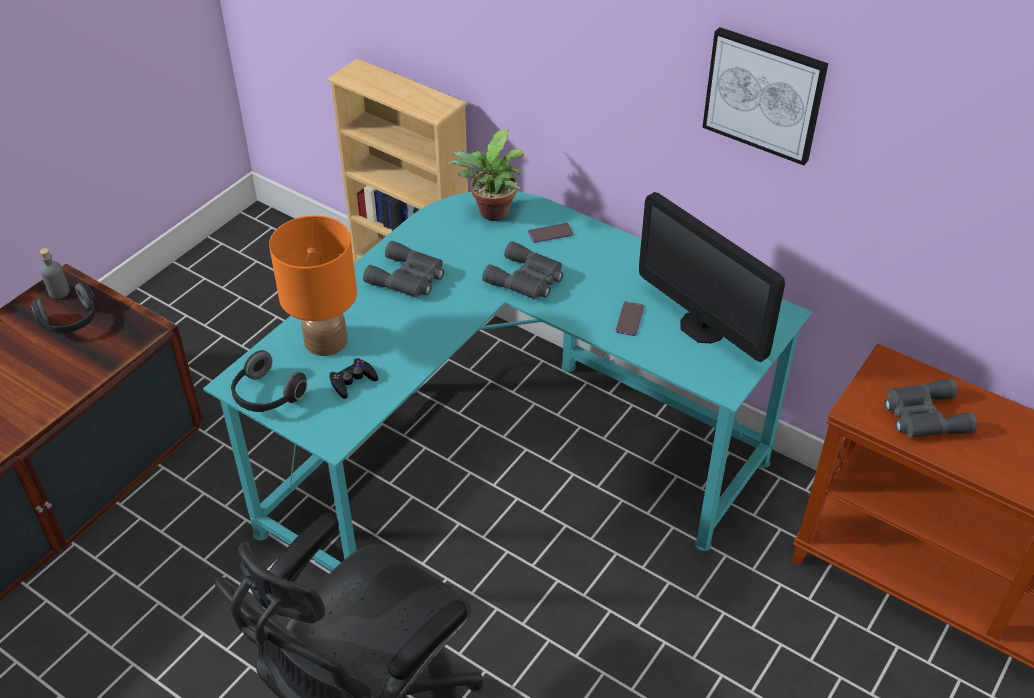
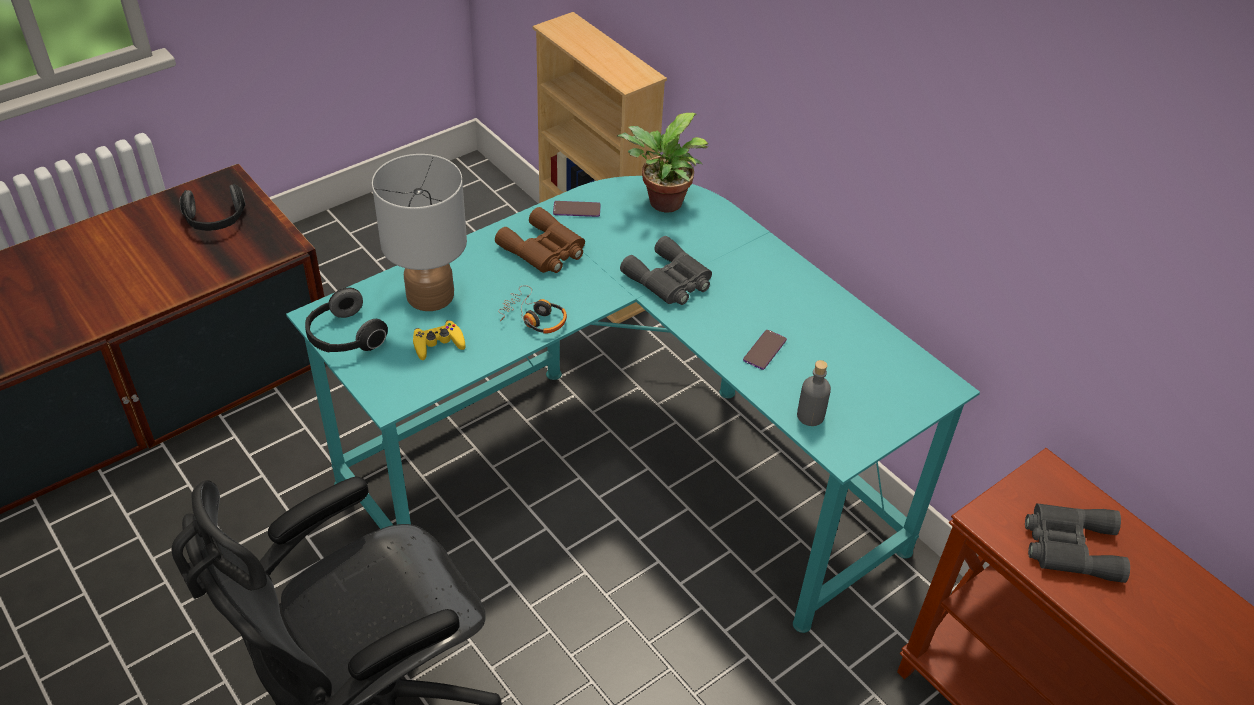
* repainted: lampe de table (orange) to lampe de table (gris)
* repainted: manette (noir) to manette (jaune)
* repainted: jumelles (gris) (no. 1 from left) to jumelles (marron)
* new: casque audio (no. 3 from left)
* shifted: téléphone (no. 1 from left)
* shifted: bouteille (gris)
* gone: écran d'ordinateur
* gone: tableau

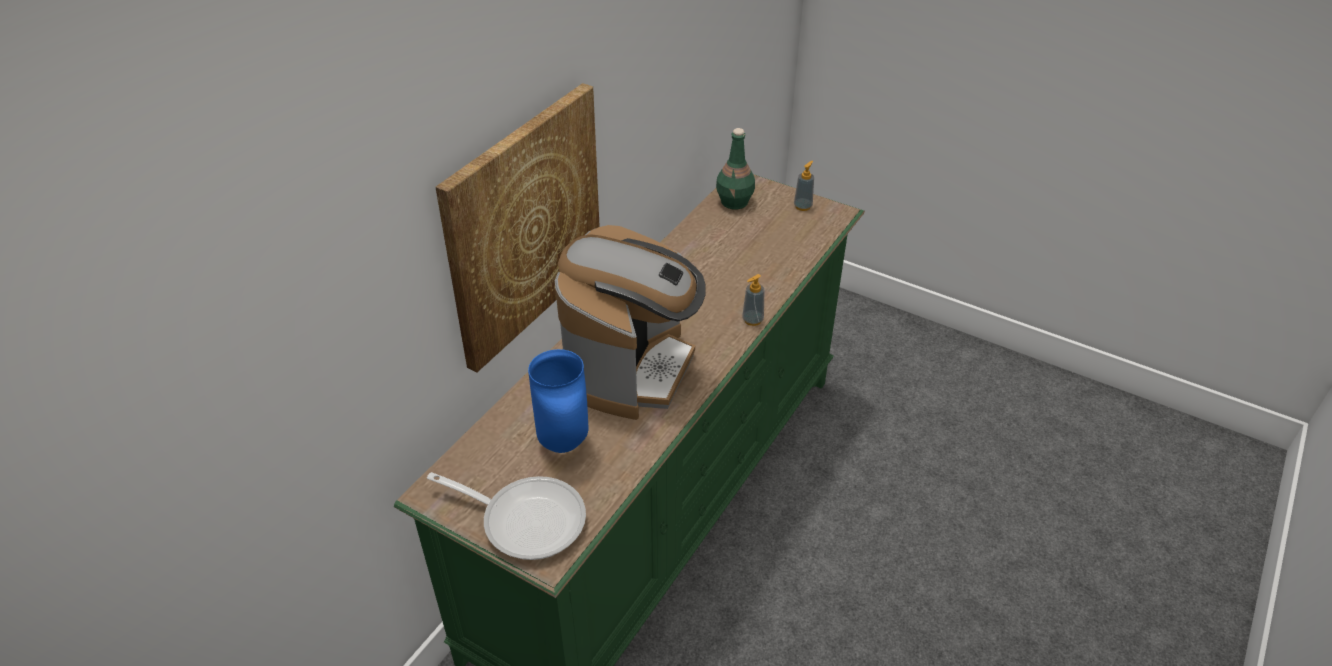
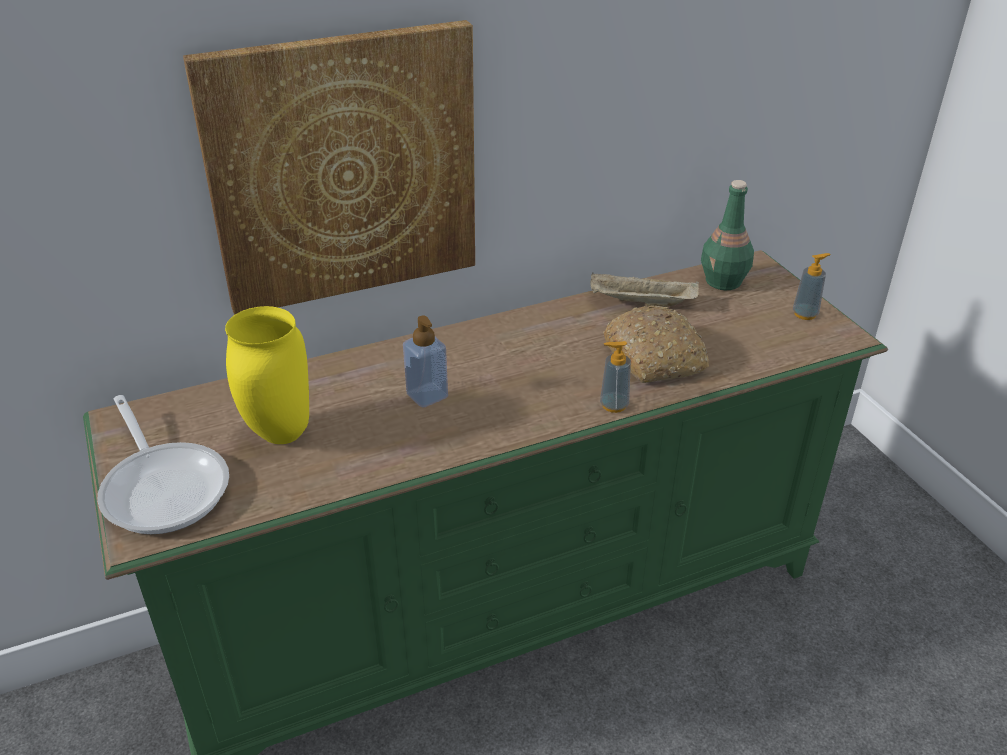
* repainted: vase (bleu) to vase (jaune)
* swapped: machine à café to distributeur de savon (no. 1 from left)
* new: plateau (beige)
* new: pain

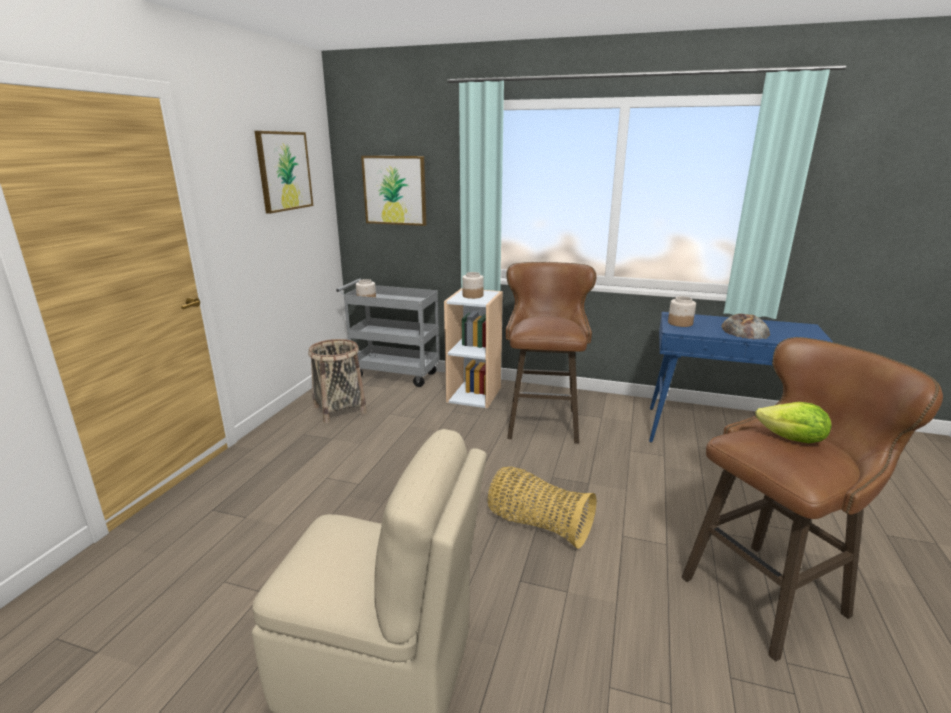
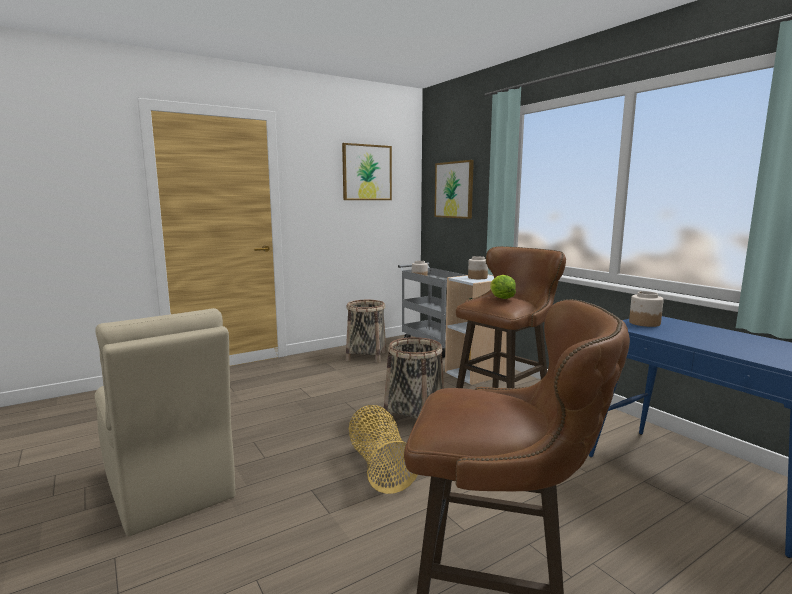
* new: panier (no. 3 from left)
* shifted: laitue
* gone: pain

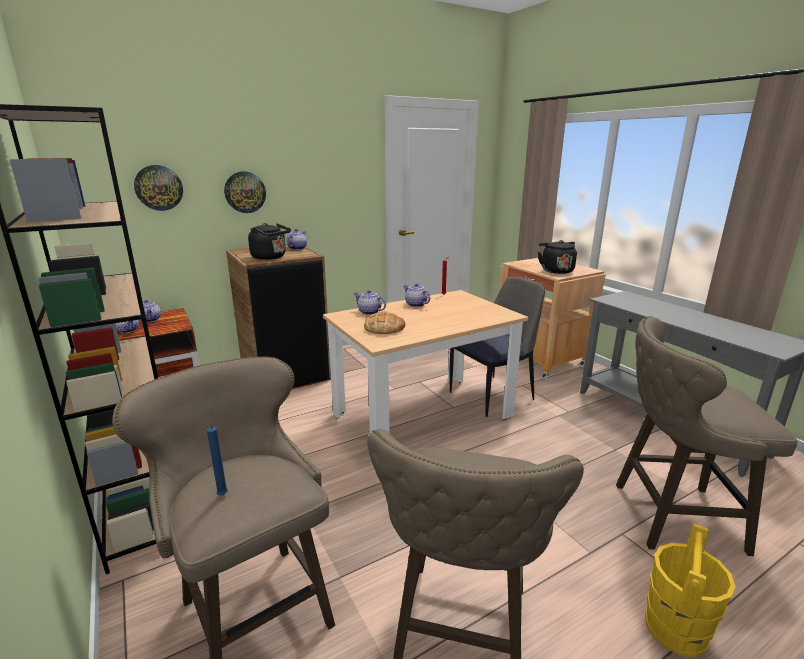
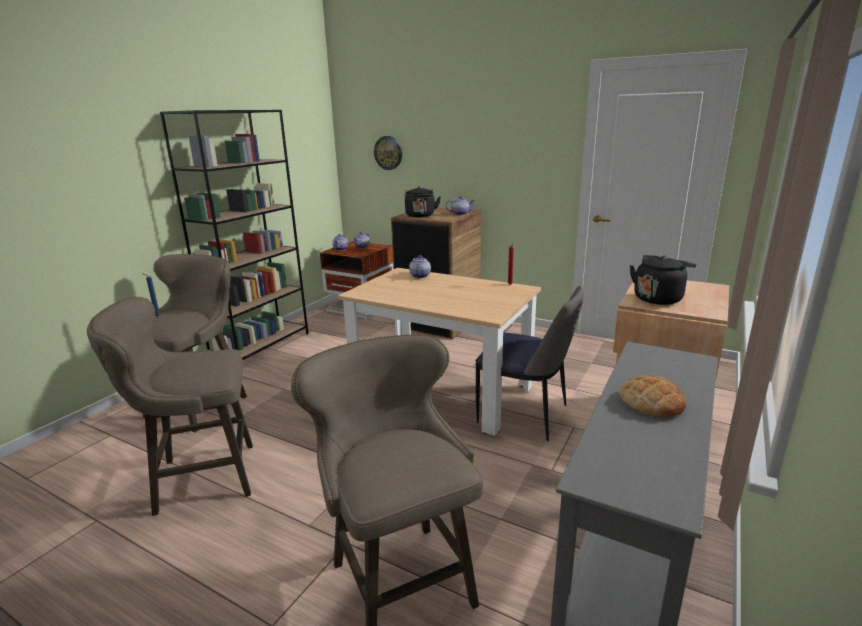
* shifted: pain
* gone: horloge murale (no. 2 from left)
* gone: théière (no. 5 from left)
* gone: seau (jaune)

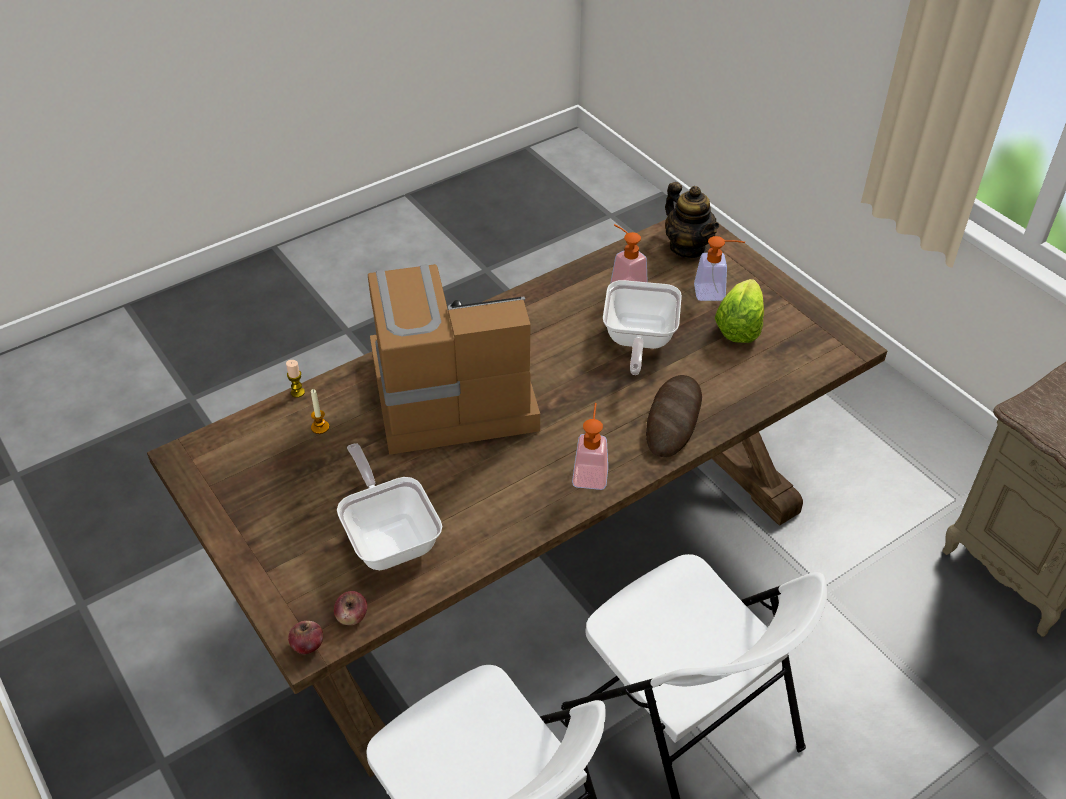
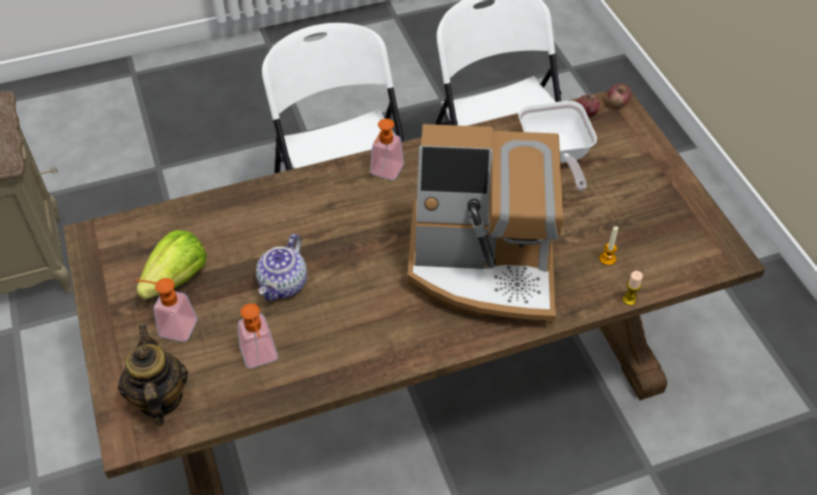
* swapped: poêle (no. 2 from left) to théière (no. 2 from left)
* gone: pain

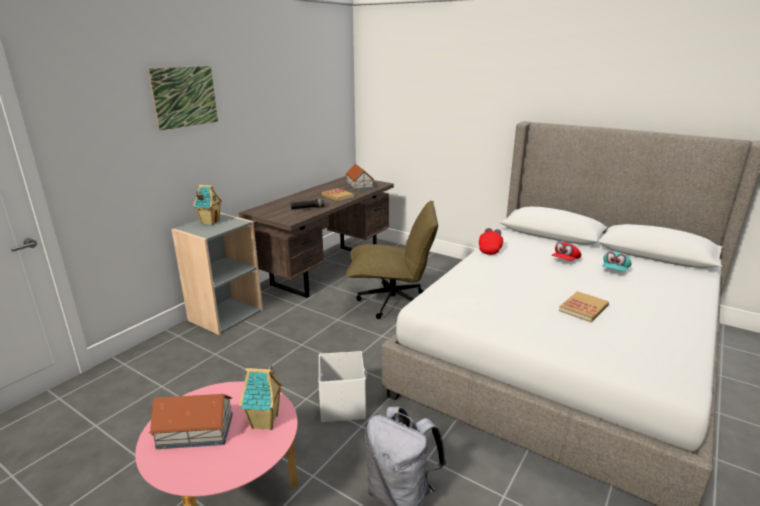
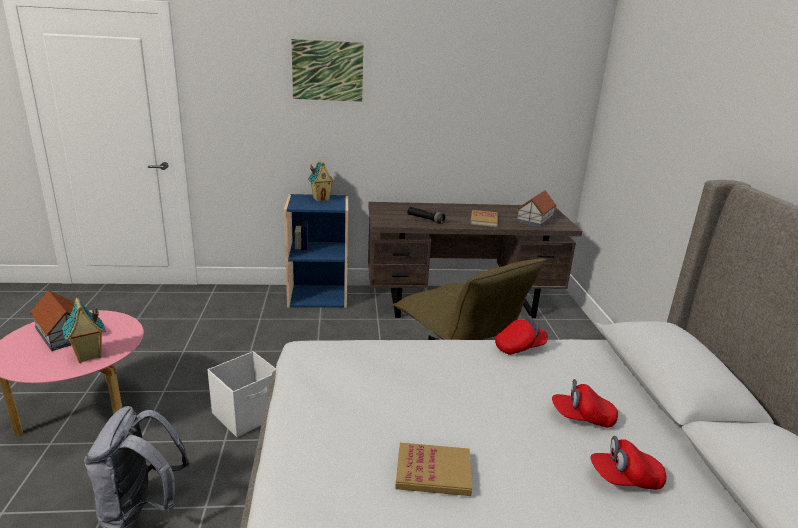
* repainted: bibliothèque (gris) to bibliothèque (bleu)
* repainted: casquette (turquoise) to casquette (rouge) (no. 3 from left)

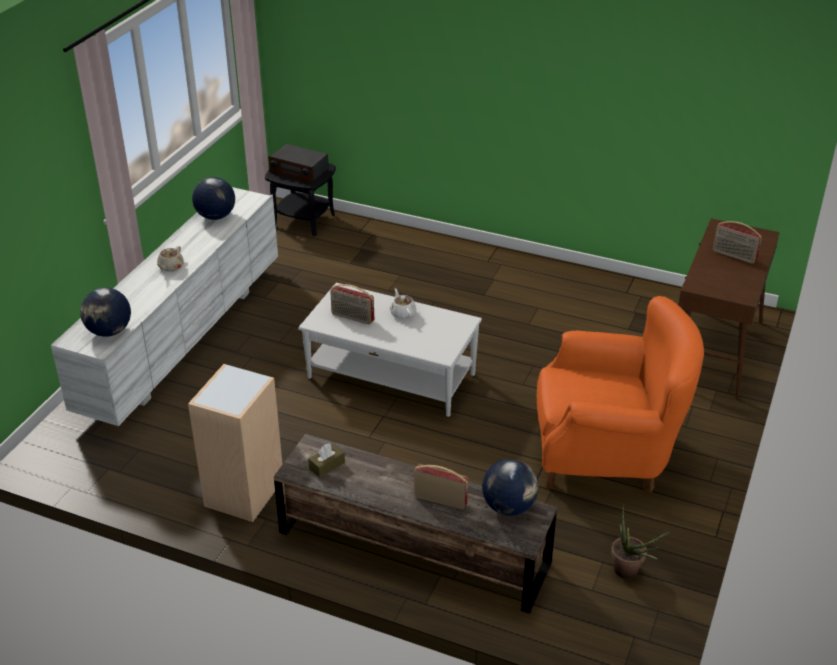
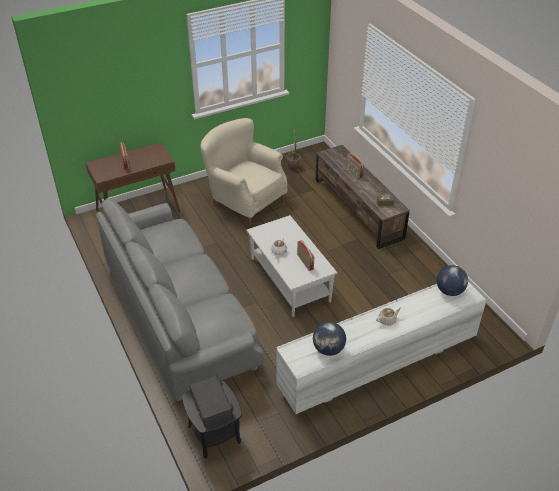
* new: canapé (gris)
* repainted: fauteuil (orange) to fauteuil (beige)
* gone: bibliothèque
* gone: globe (no. 3 from left)

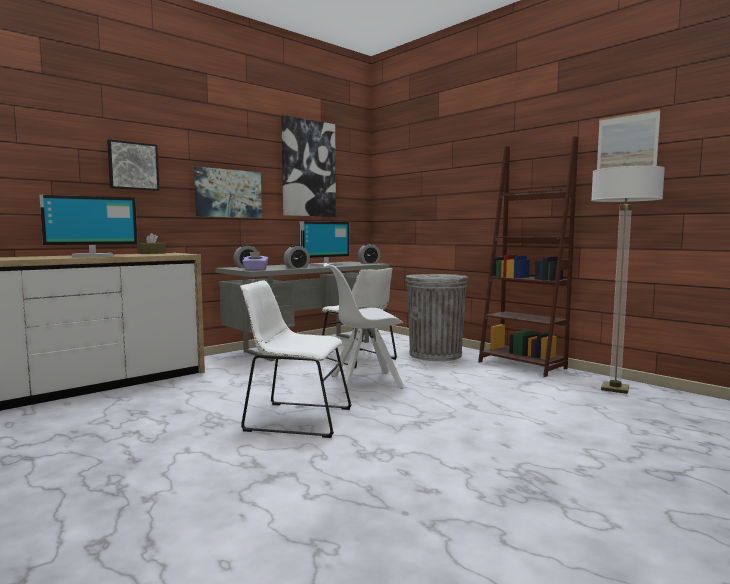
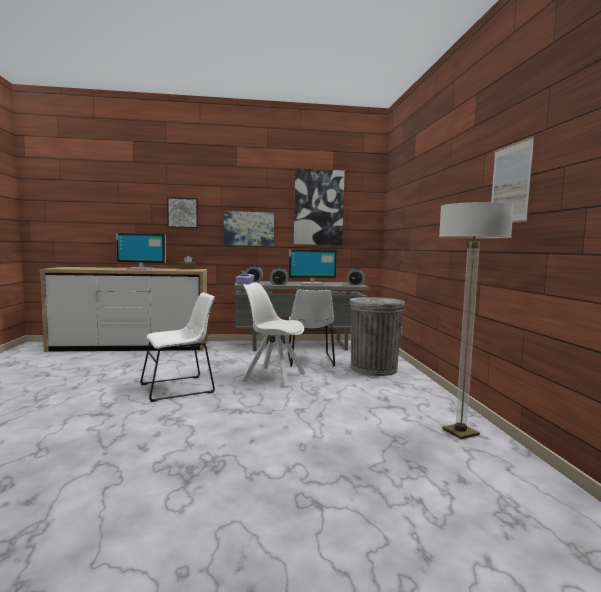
* rotated: chaise (blanc) (no. 1 from left) 105 degrees clockwise
* gone: bibliothèque (marron)

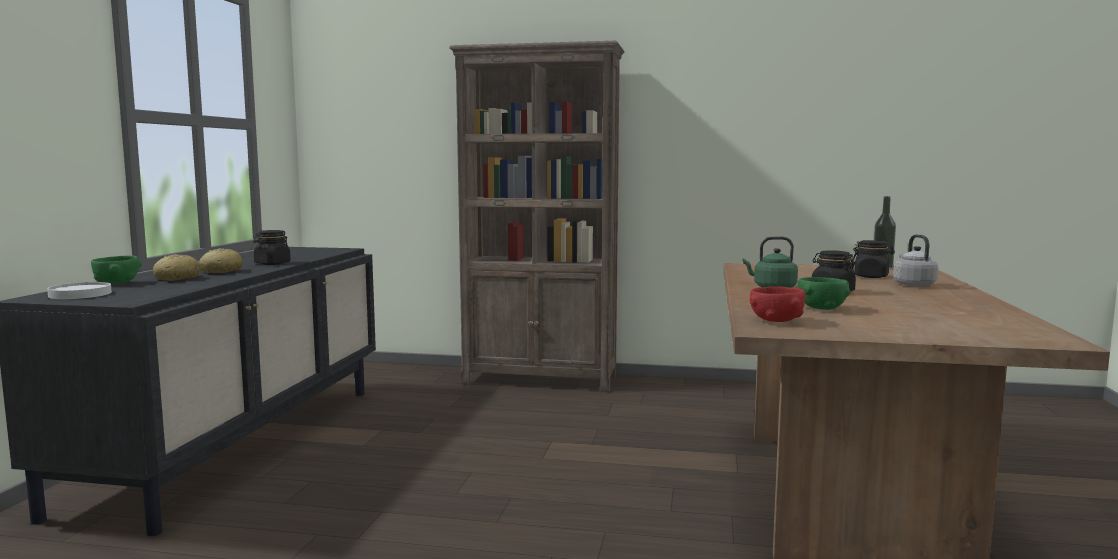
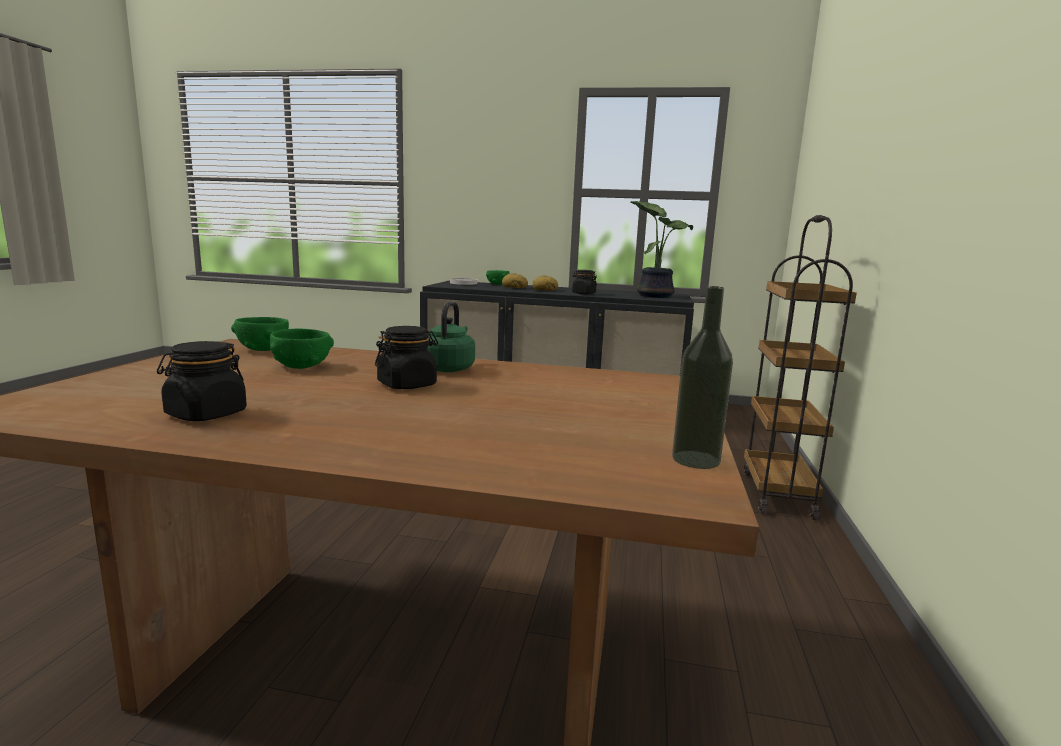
* shifted: bocal (noir) (no. 3 from left in the first image) to bocal (noir) (no. 1 from left)
* repainted: bol (rouge) to bol (vert) (no. 1 from left)
* new: plante en pot
* swapped: bibliothèque (marron) to chariot (marron)
* gone: bouilloire (gris)

